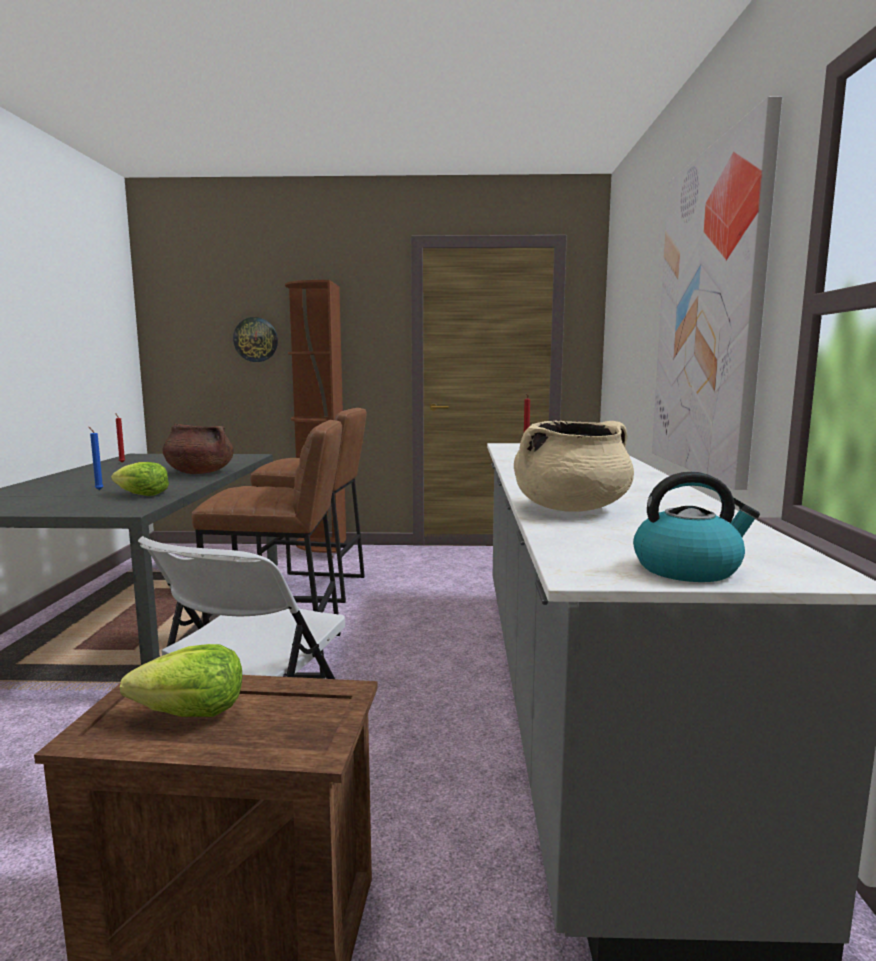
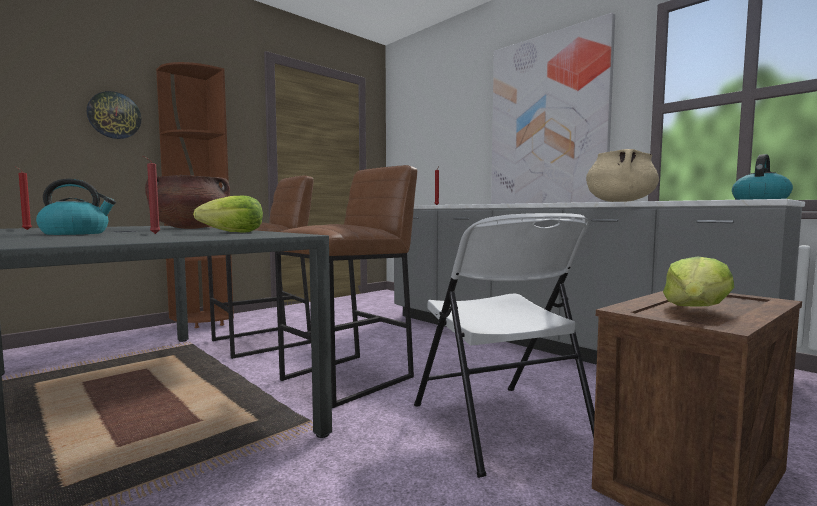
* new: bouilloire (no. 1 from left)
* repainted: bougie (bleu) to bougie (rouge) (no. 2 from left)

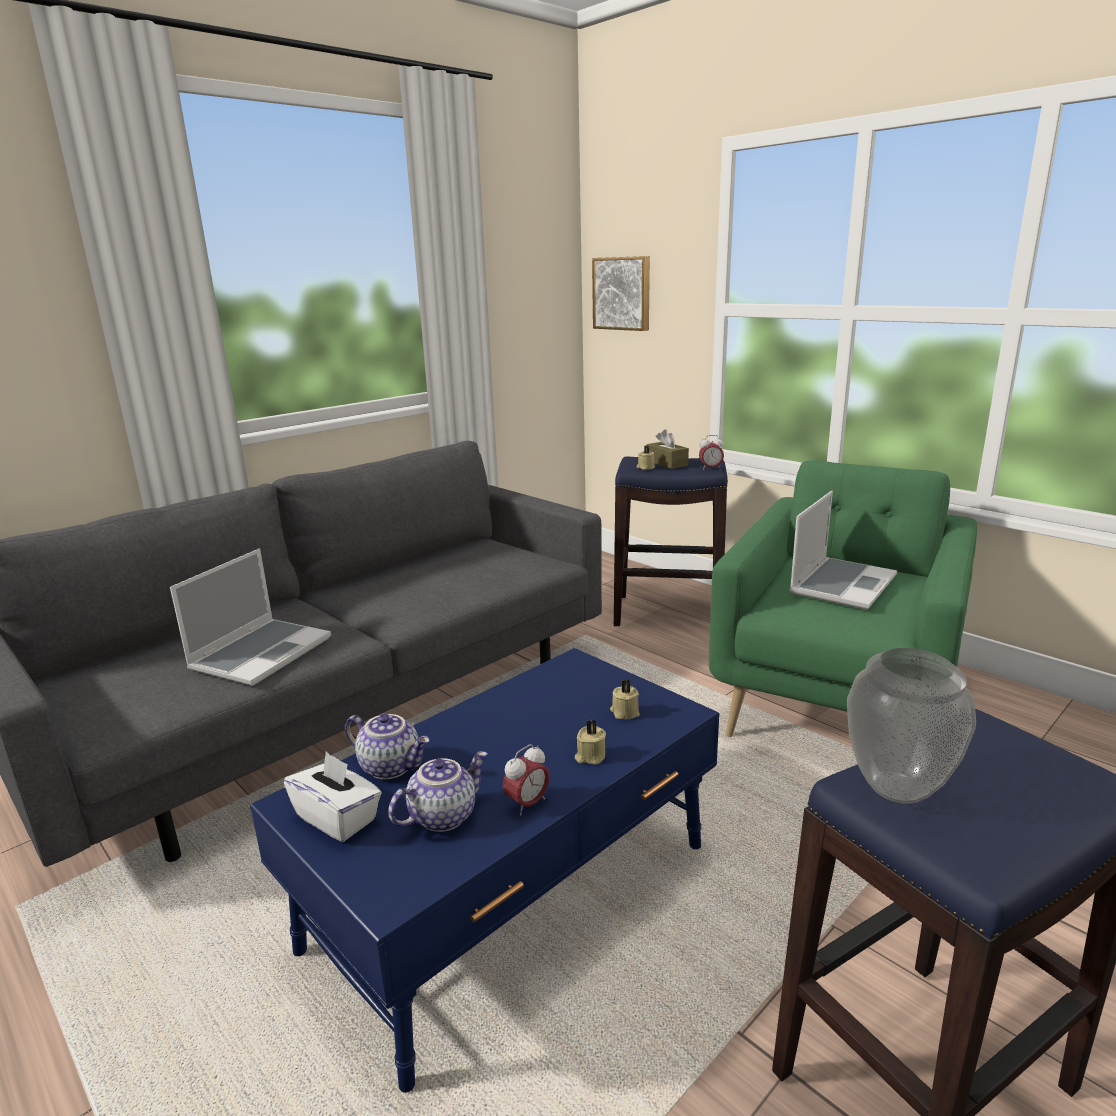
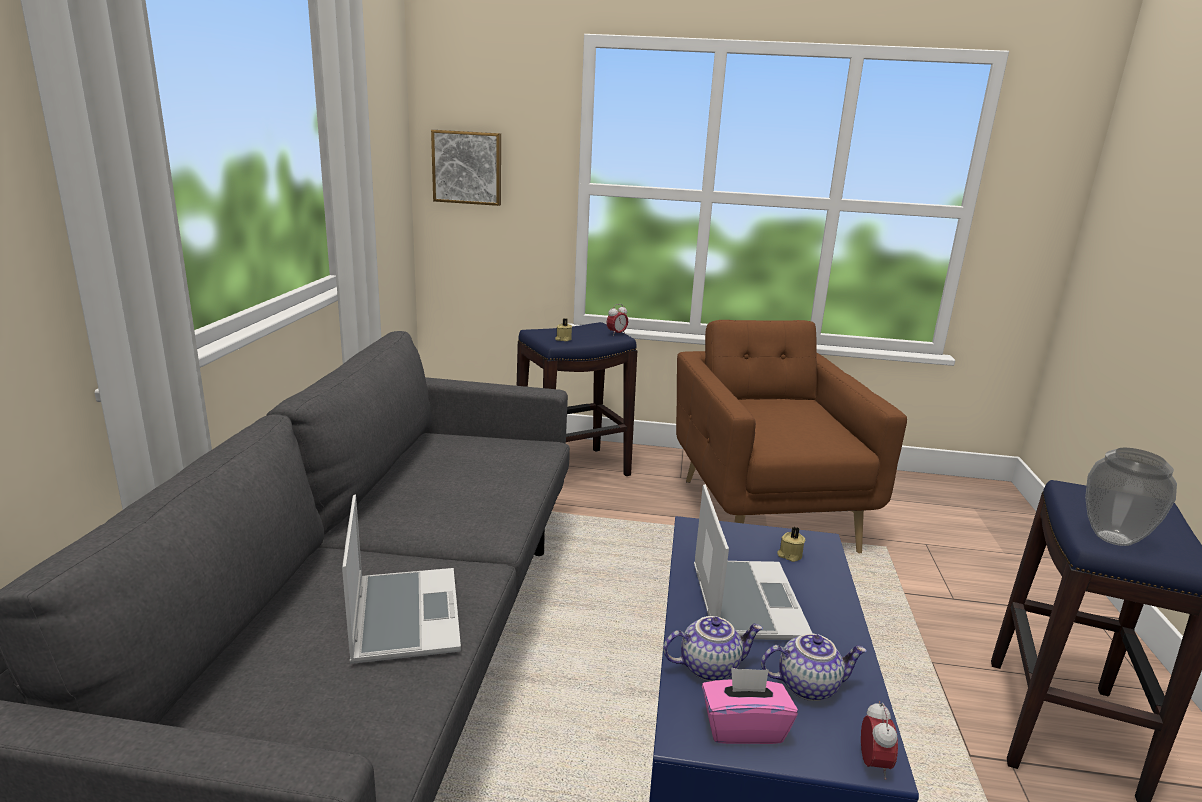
* repainted: fauteuil (vert) to fauteuil (marron)
* shifted: ordinateur portable (no. 2 from left)
* repainted: boîte à mouchoirs (blanc) to boîte à mouchoirs (rose)
* rotated: théière (no. 2 from left) 75 degrees clockwise
* shifted: réveil (no. 1 from left in the first image) to réveil (no. 2 from left)
* gone: bougie (beige) (no. 1 from left)
* gone: boîte à mouchoirs (marron)

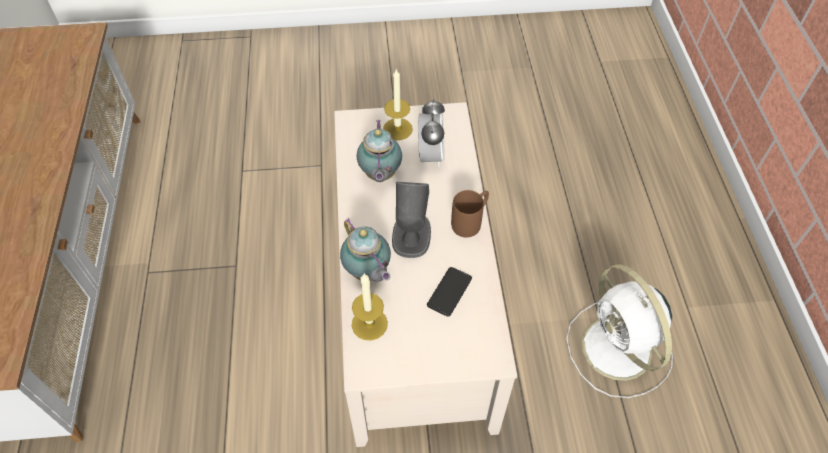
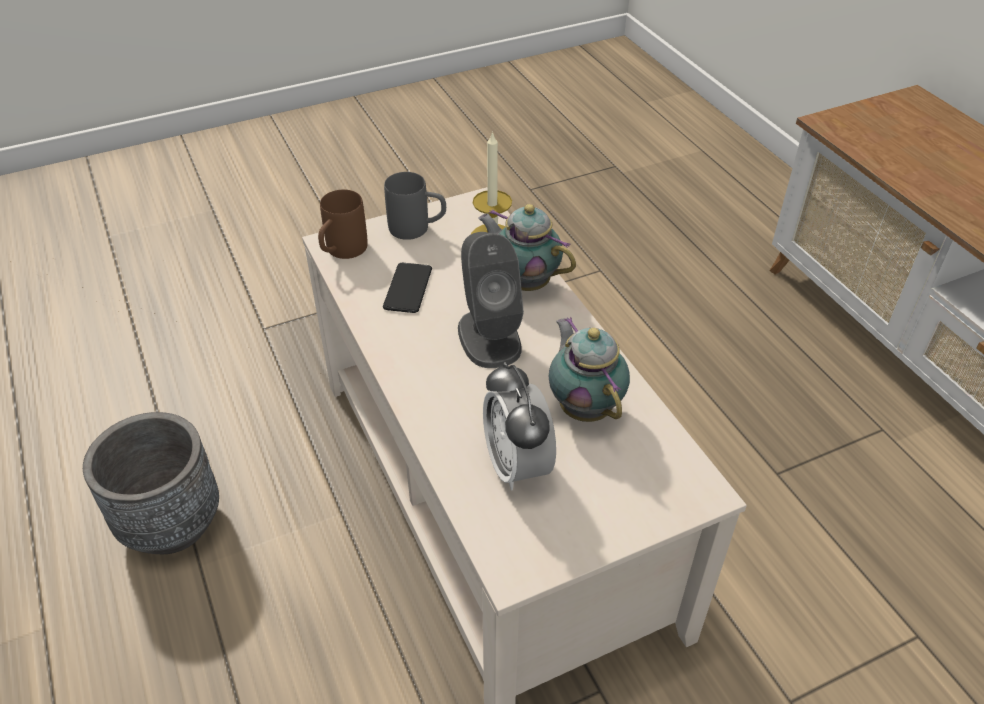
* swapped: ventilateur (blanc) to cache-pot (gris)
* shifted: mug (marron)
* new: mug (gris)
* gone: bougie (no. 2 from left)

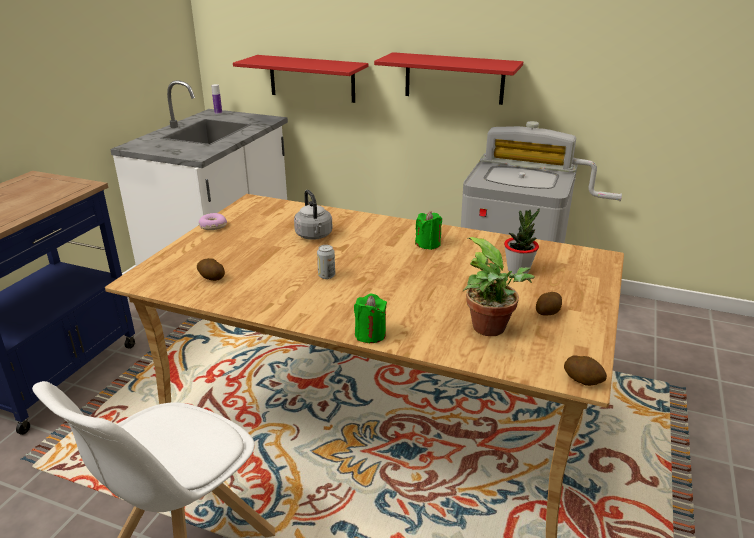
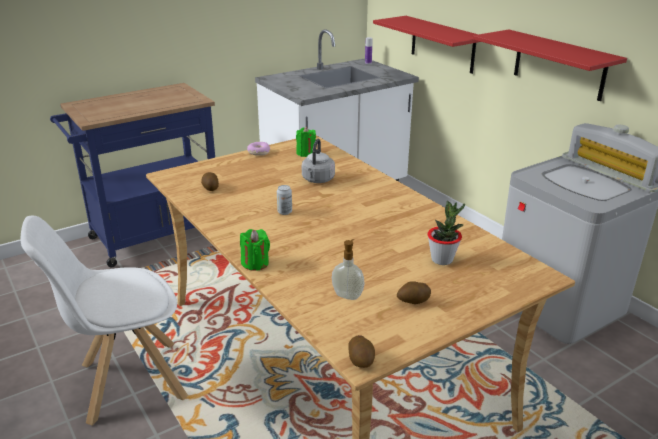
* shifted: bougie (vert) (no. 2 from left)
* swapped: plante en pot (no. 1 from left) to distributeur de savon

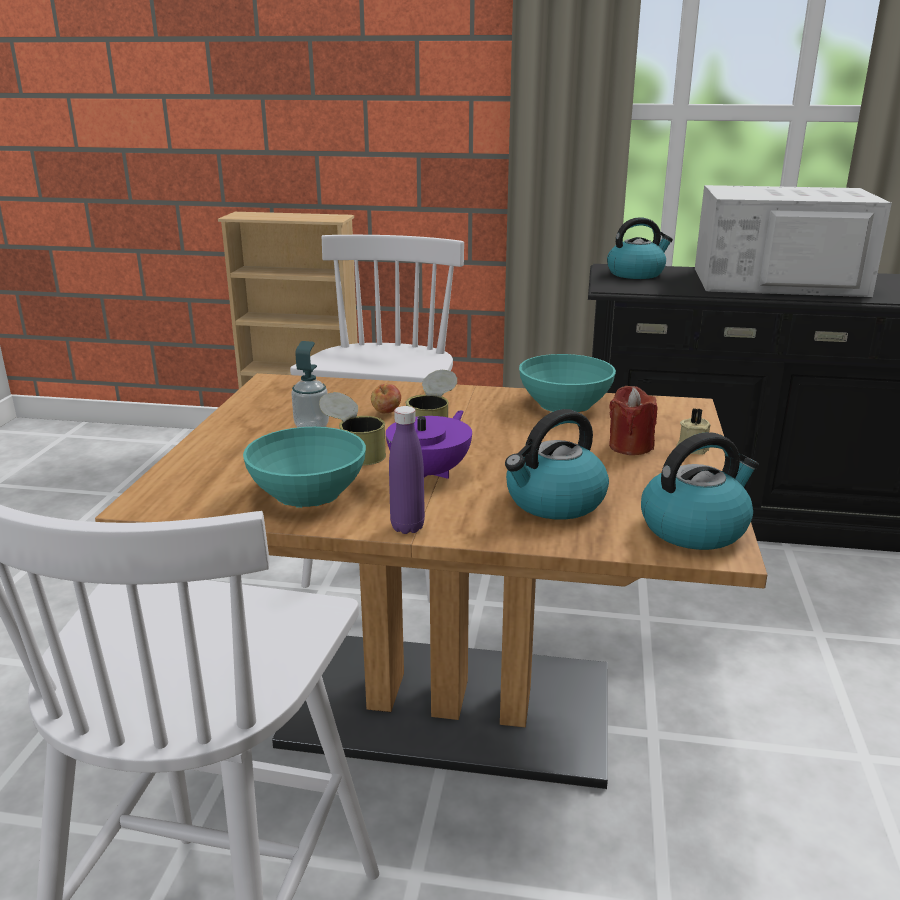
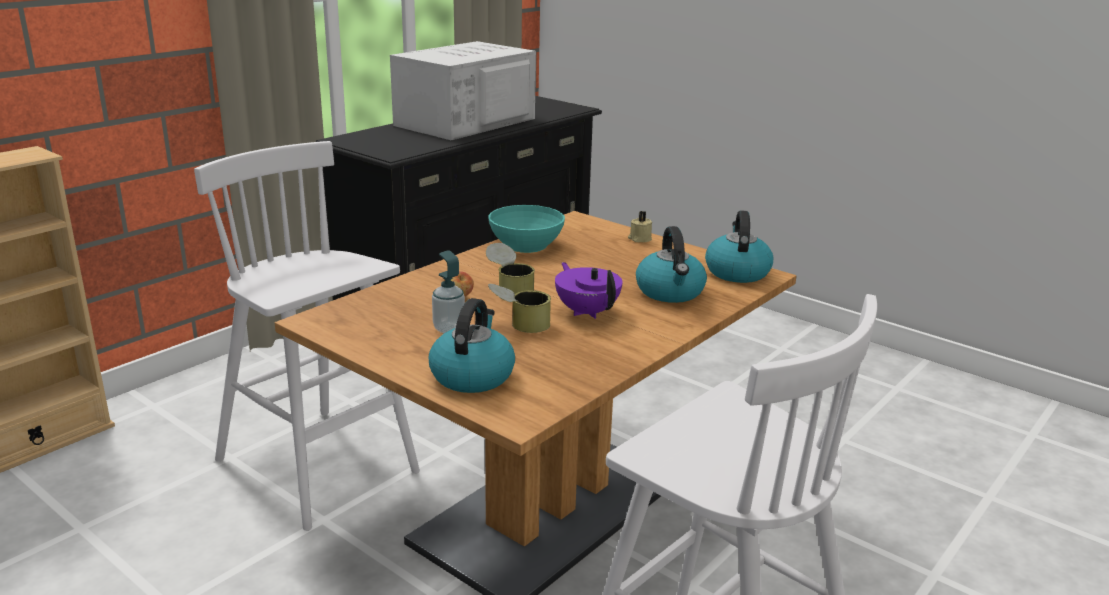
* shifted: bouilloire (no. 2 from left in the first image) to bouilloire (no. 1 from left)
* gone: bol (turquoise) (no. 1 from left)
* gone: bouteille (violet)
* gone: bougie (rouge)

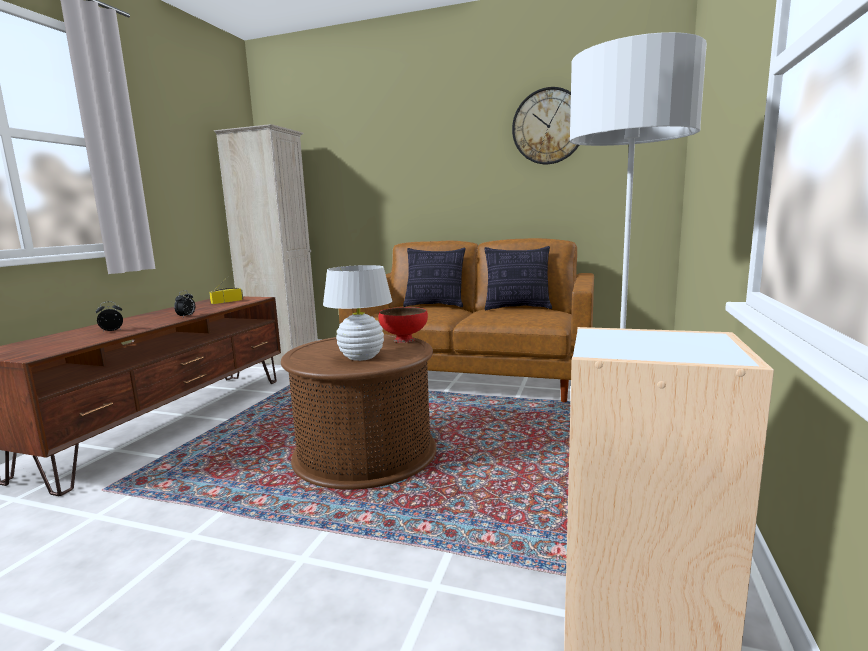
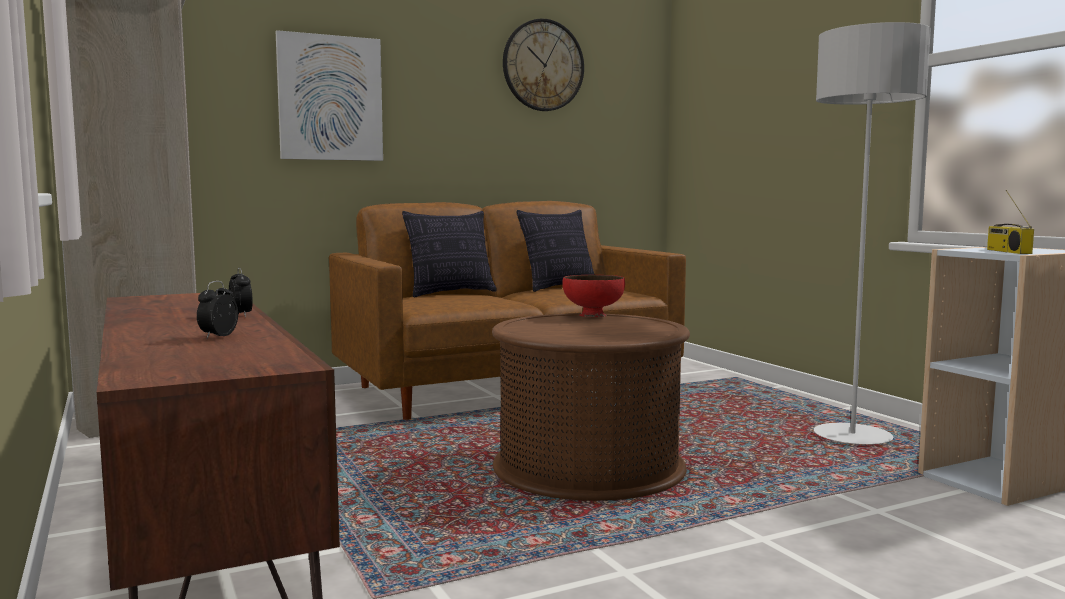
* new: tableau
* shifted: radio
* gone: lampe de table (blanc)

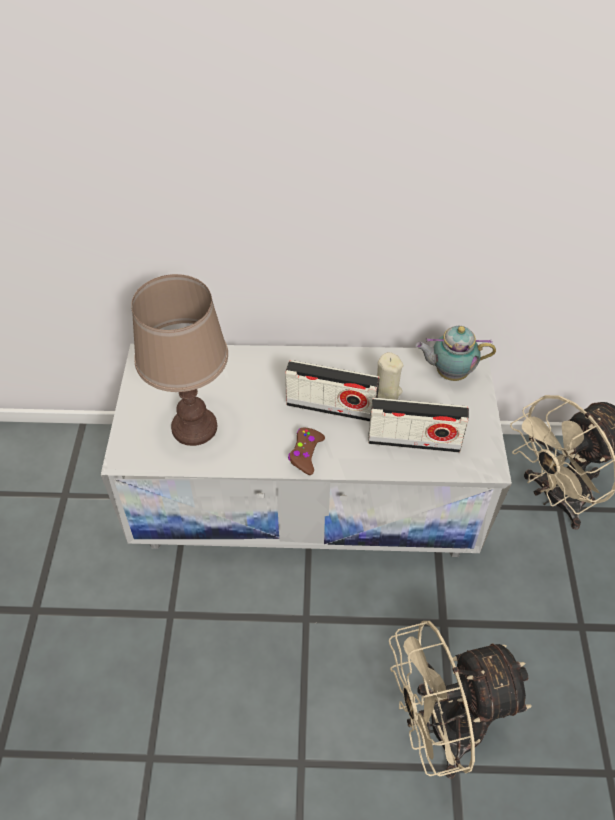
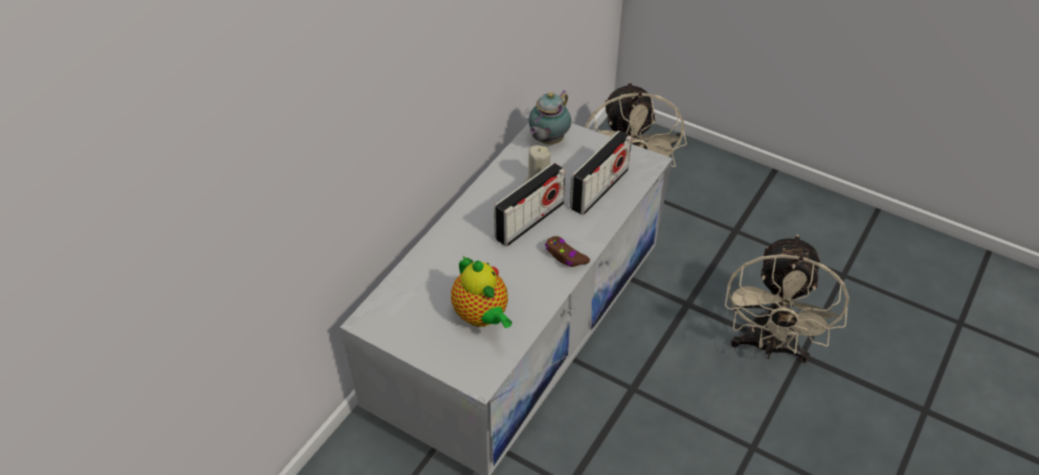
* swapped: lampe de table (marron) to théière (no. 1 from left)

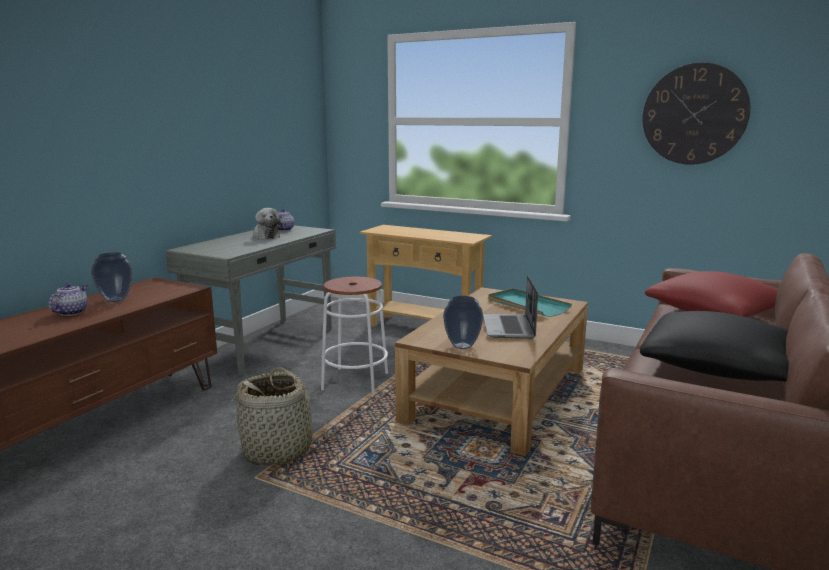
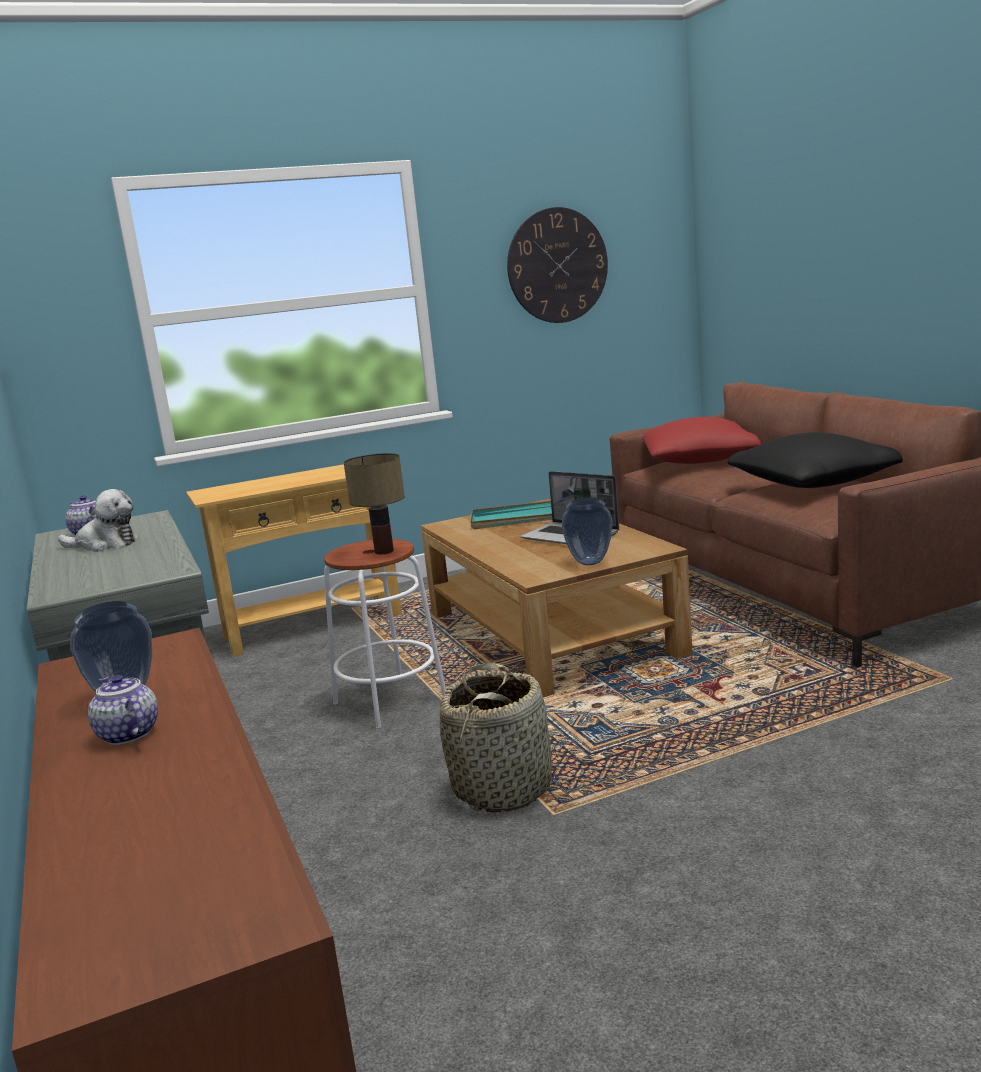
* new: lampe de table

